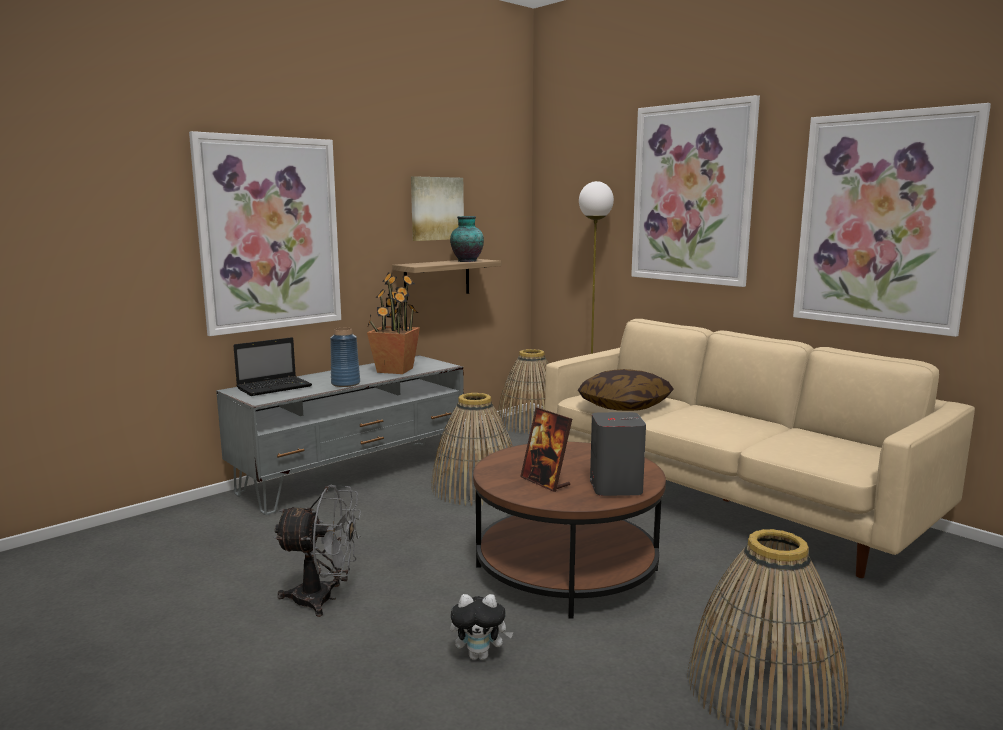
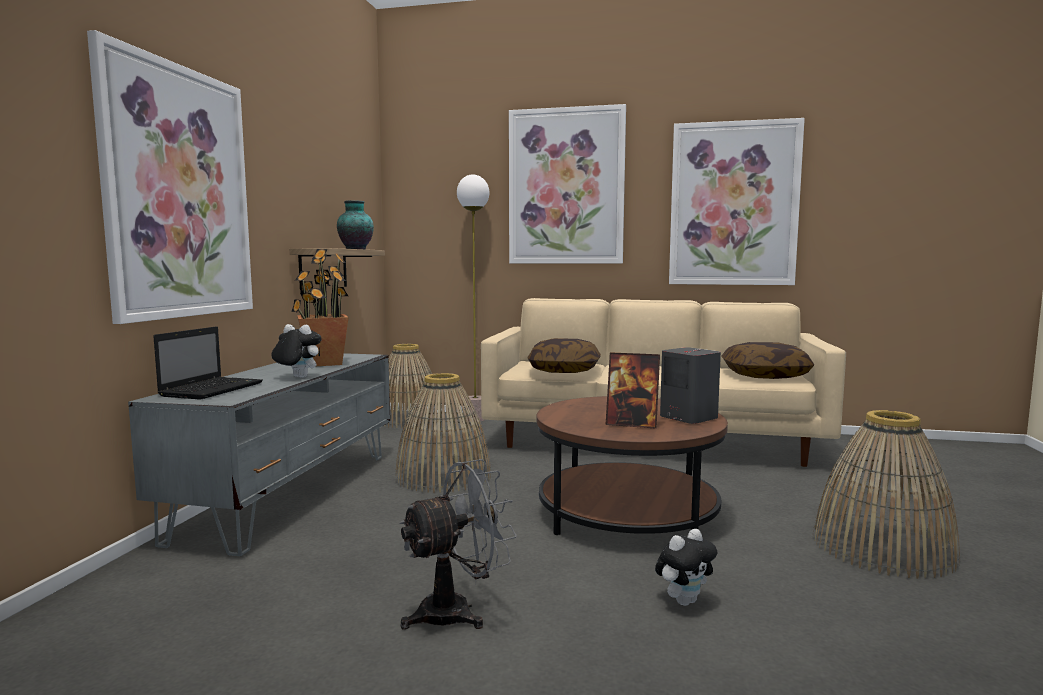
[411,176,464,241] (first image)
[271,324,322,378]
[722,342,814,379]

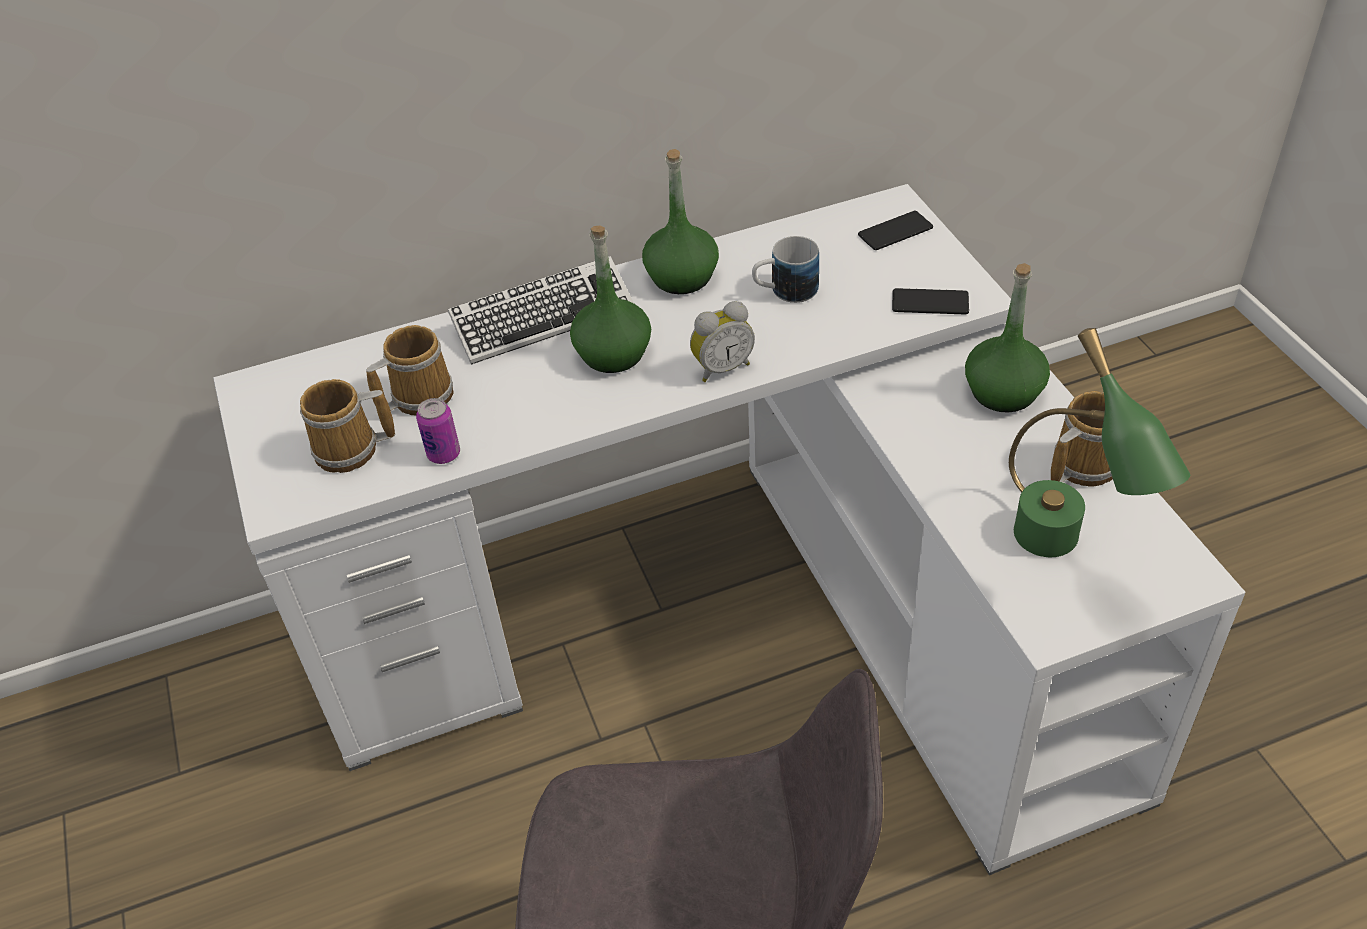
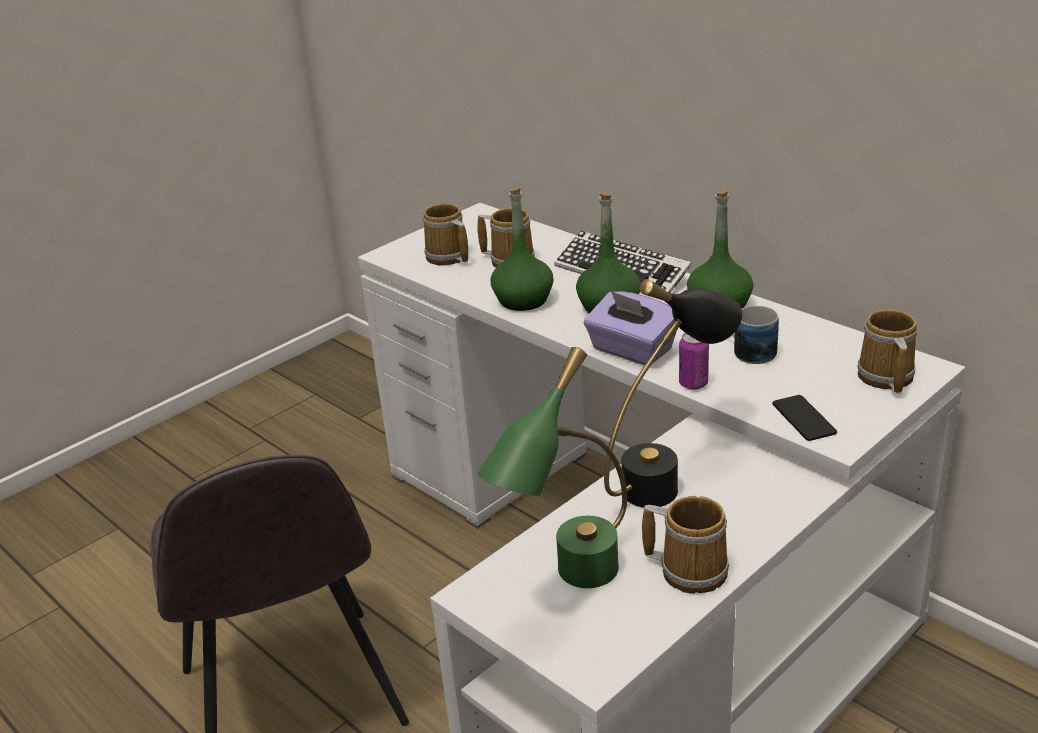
[857,310,917,393]
[491,187,554,311]
[584,291,676,365]
[679,333,709,390]
[604,279,742,508]

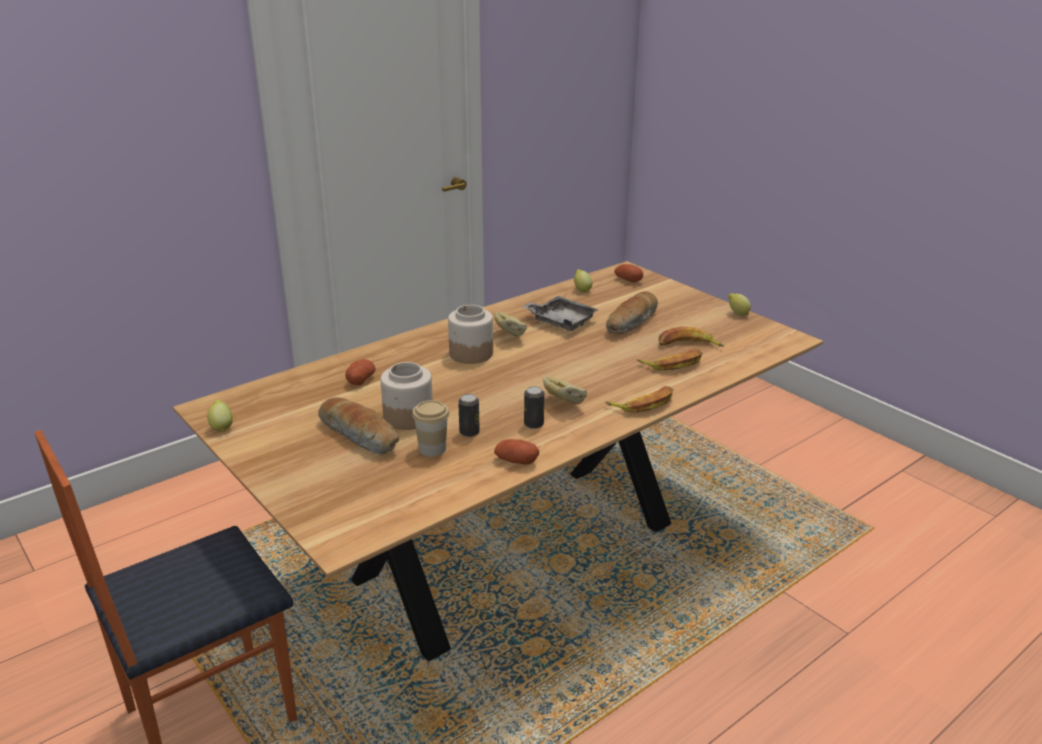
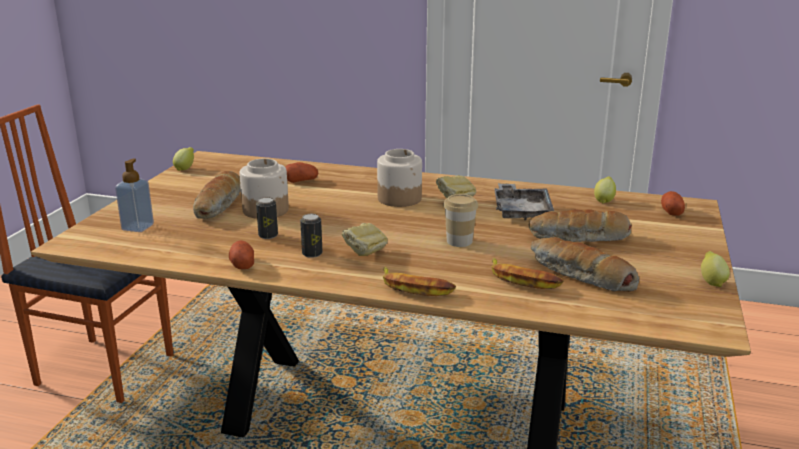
[531,237,639,292]
[443,194,478,247]
[115,159,154,232]

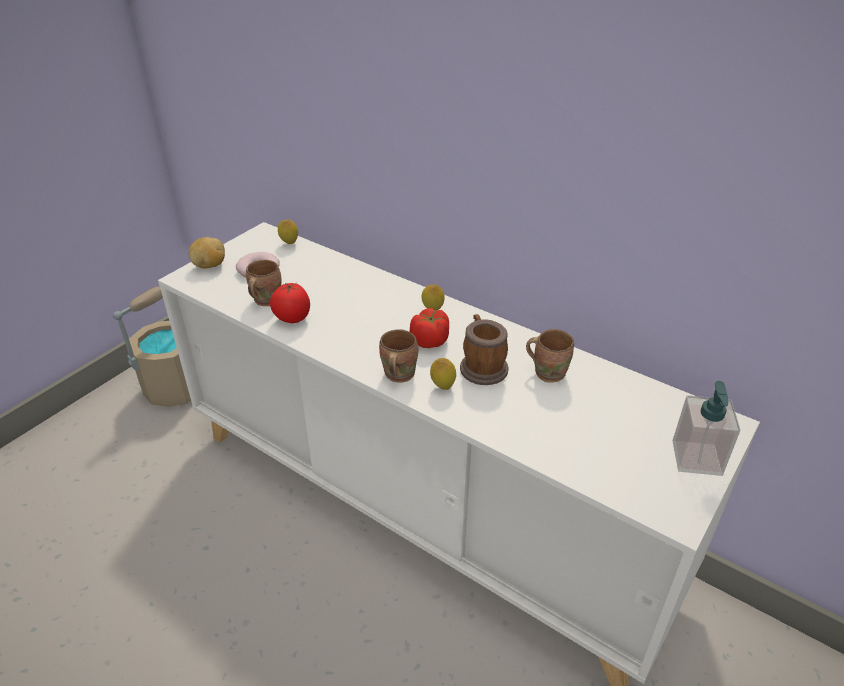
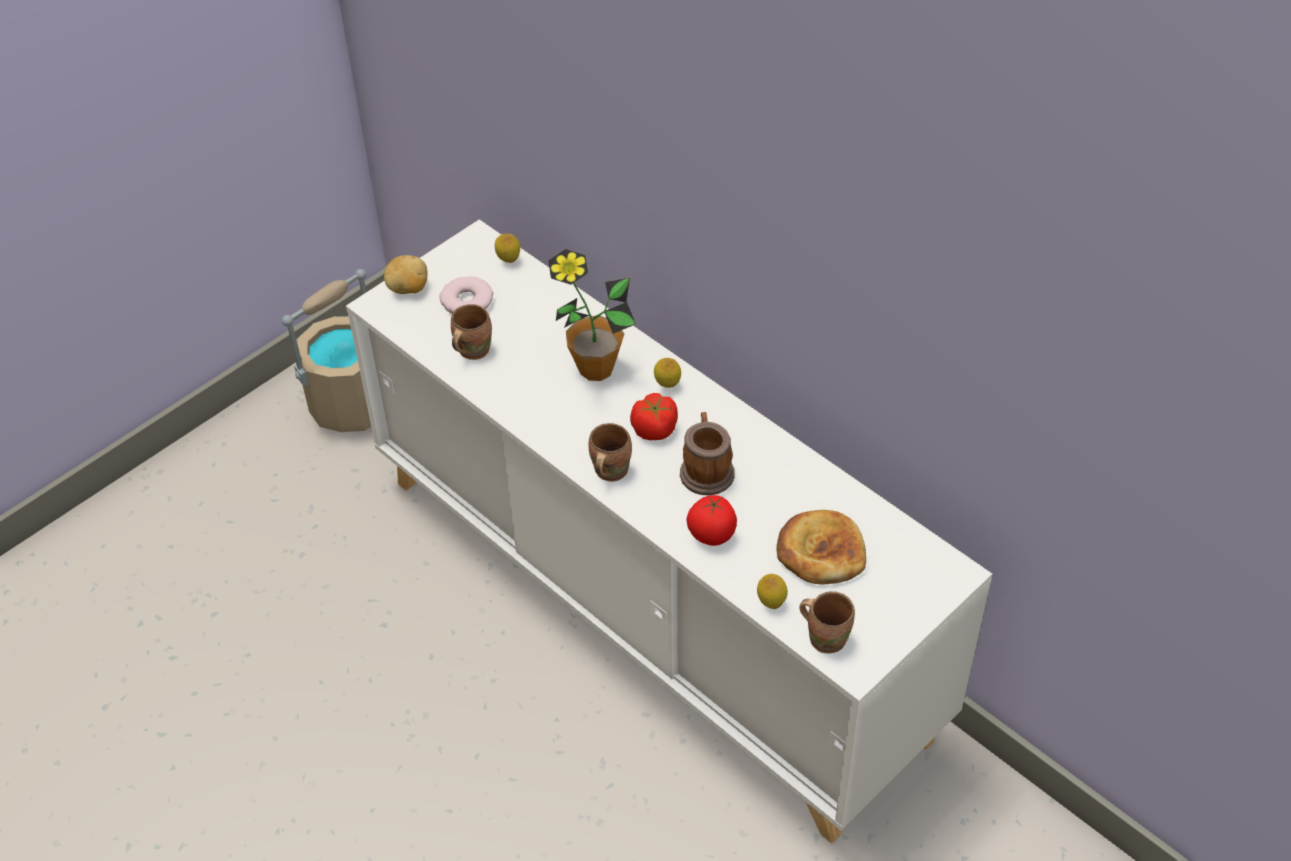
[686,495,737,546]
[799,591,855,653]
[757,574,788,609]
[672,381,740,476] (first image)
[548,249,636,381]
[777,510,866,584]

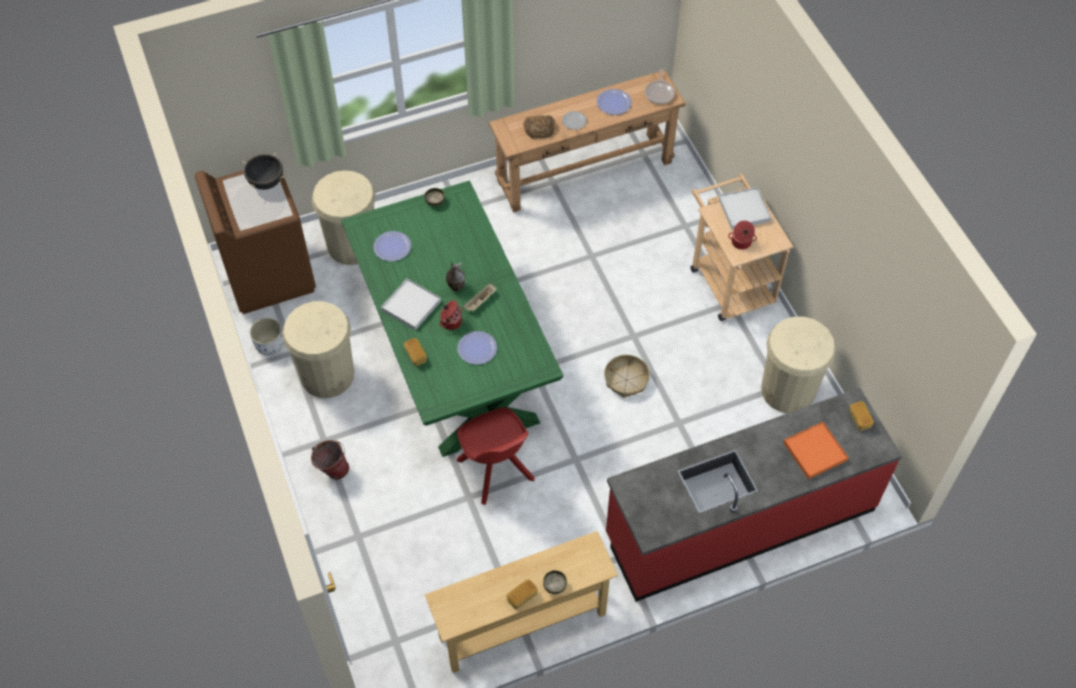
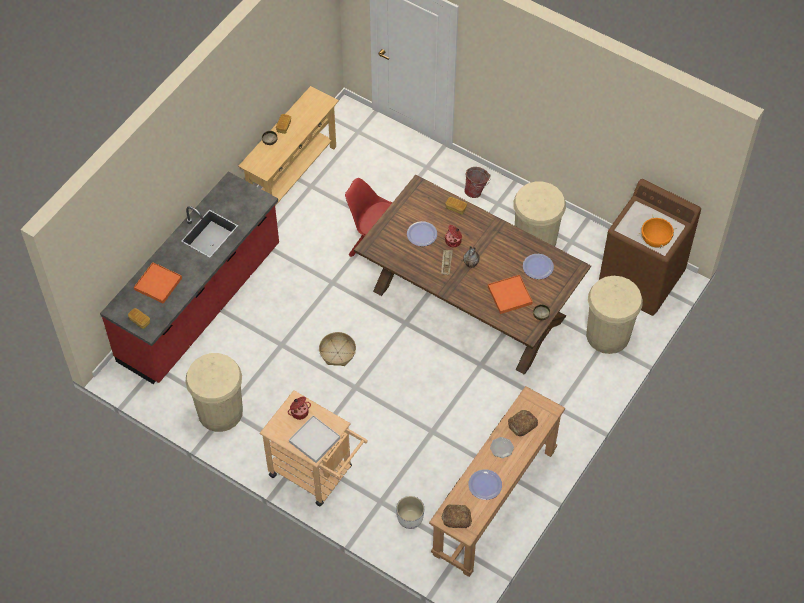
[442,504,472,528]
[638,215,677,248]
[354,175,591,375]
[381,278,441,331] (first image)
[396,496,424,529]
[488,275,533,314]

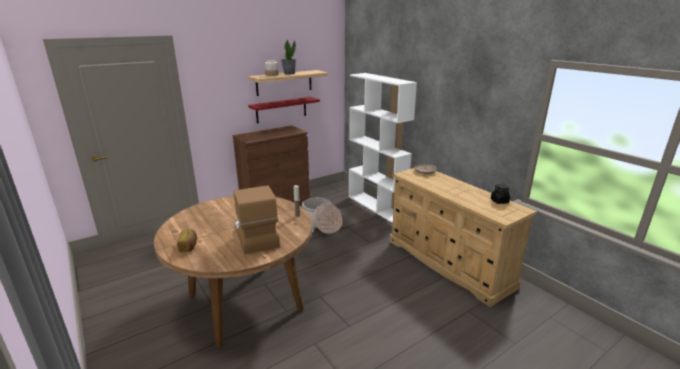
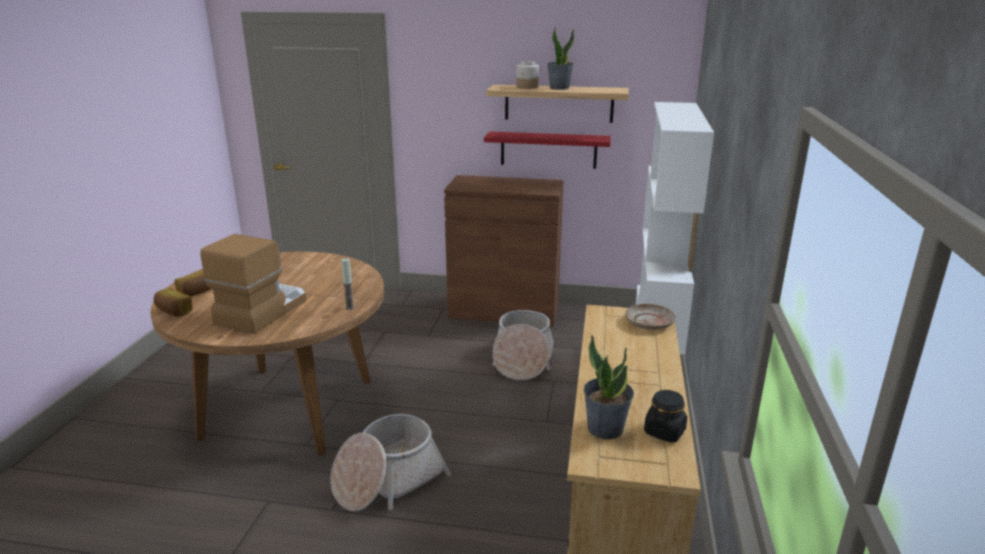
[154,288,193,317]
[583,334,634,439]
[330,414,451,512]

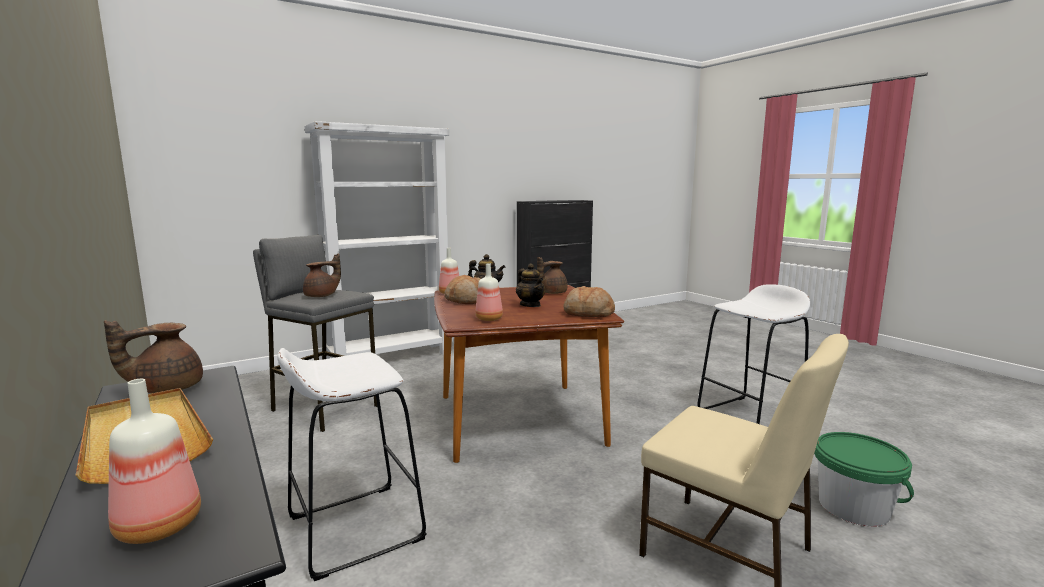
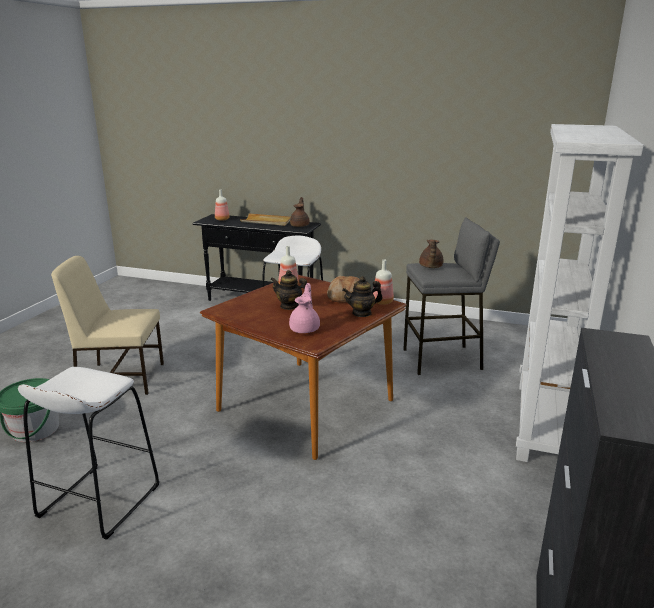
[289,283,320,333]
[563,286,615,317] (first image)

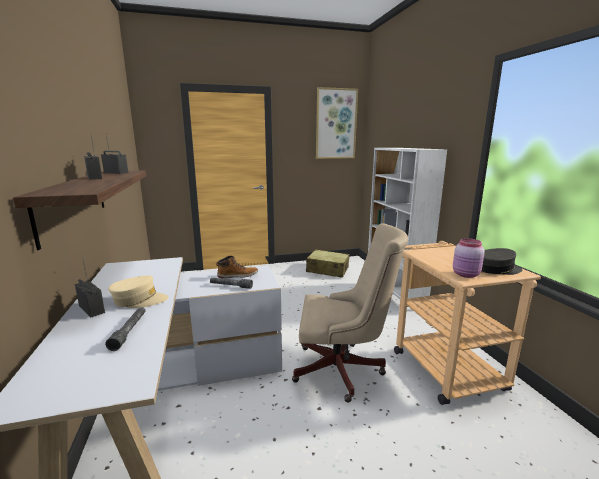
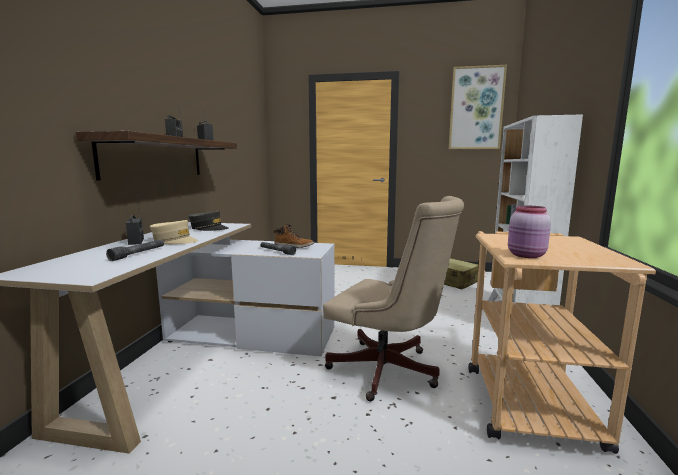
[188,211,229,231]

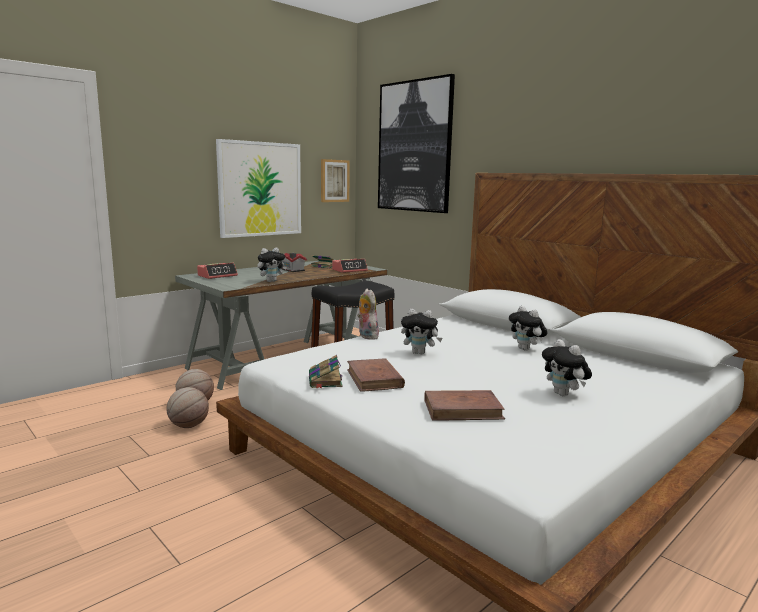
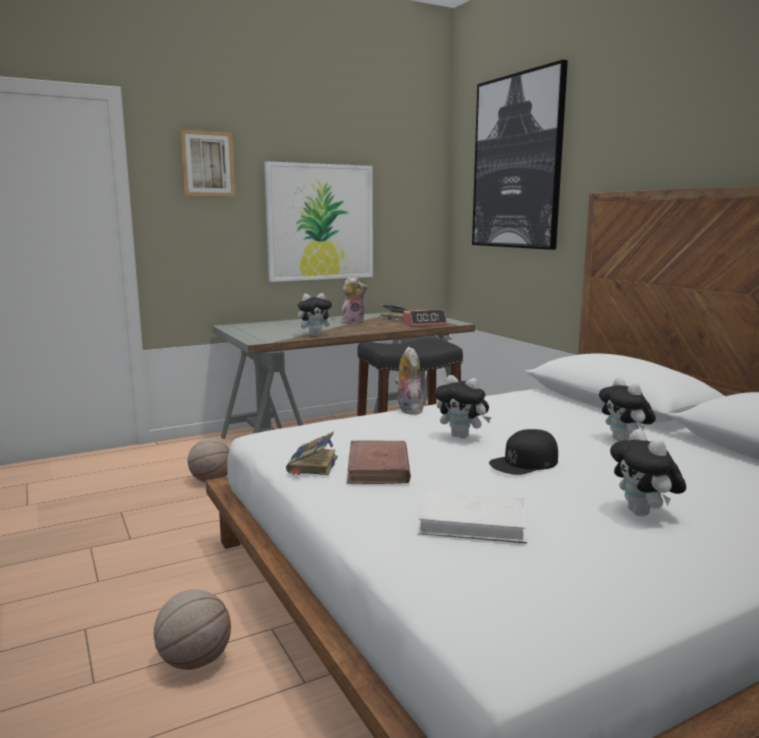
[180,130,235,197]
[342,277,368,324]
[197,263,238,279] (first image)
[154,589,231,670]
[418,490,527,543]
[489,429,558,475]

